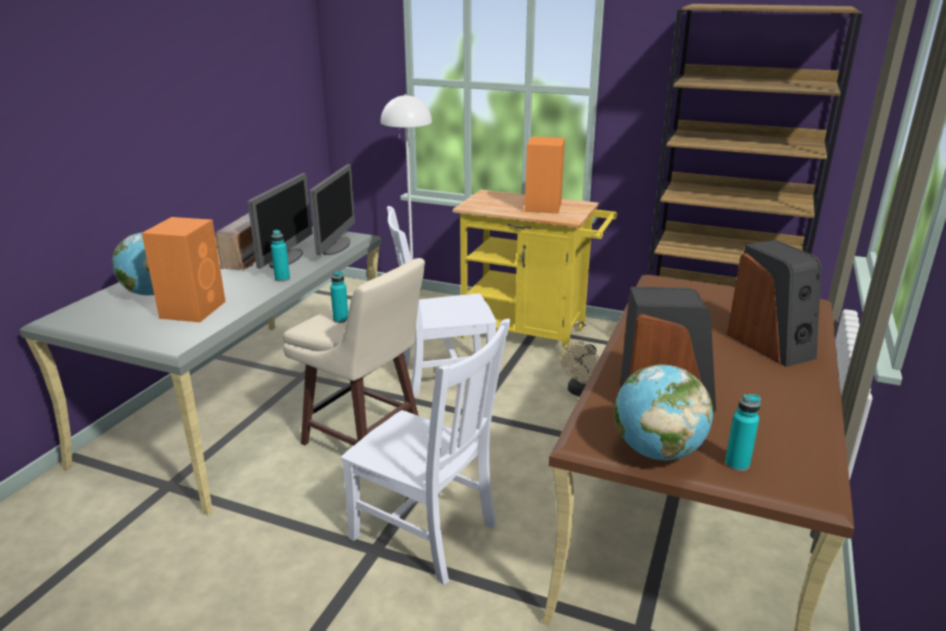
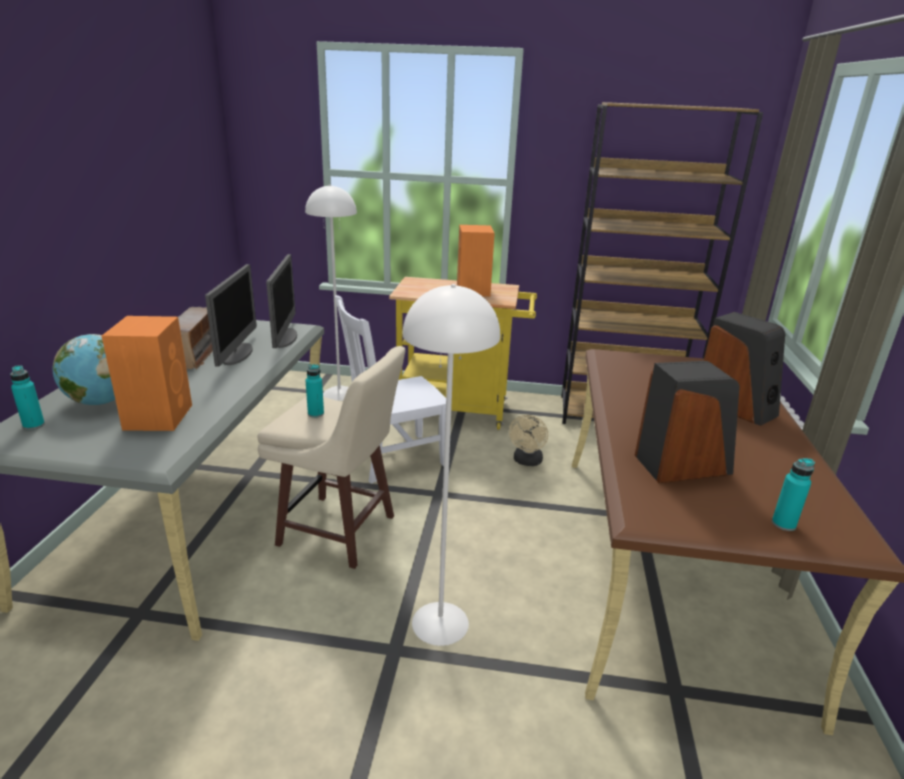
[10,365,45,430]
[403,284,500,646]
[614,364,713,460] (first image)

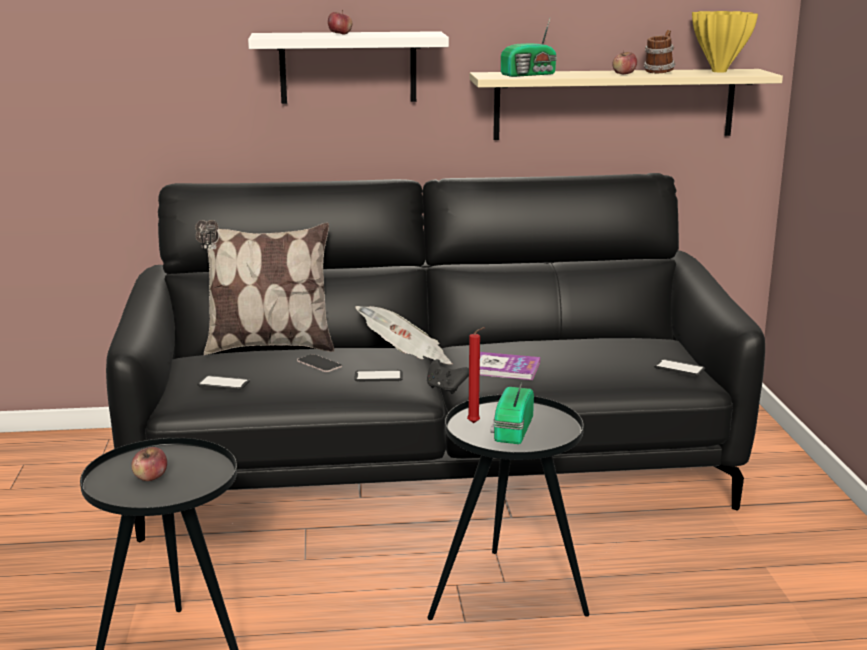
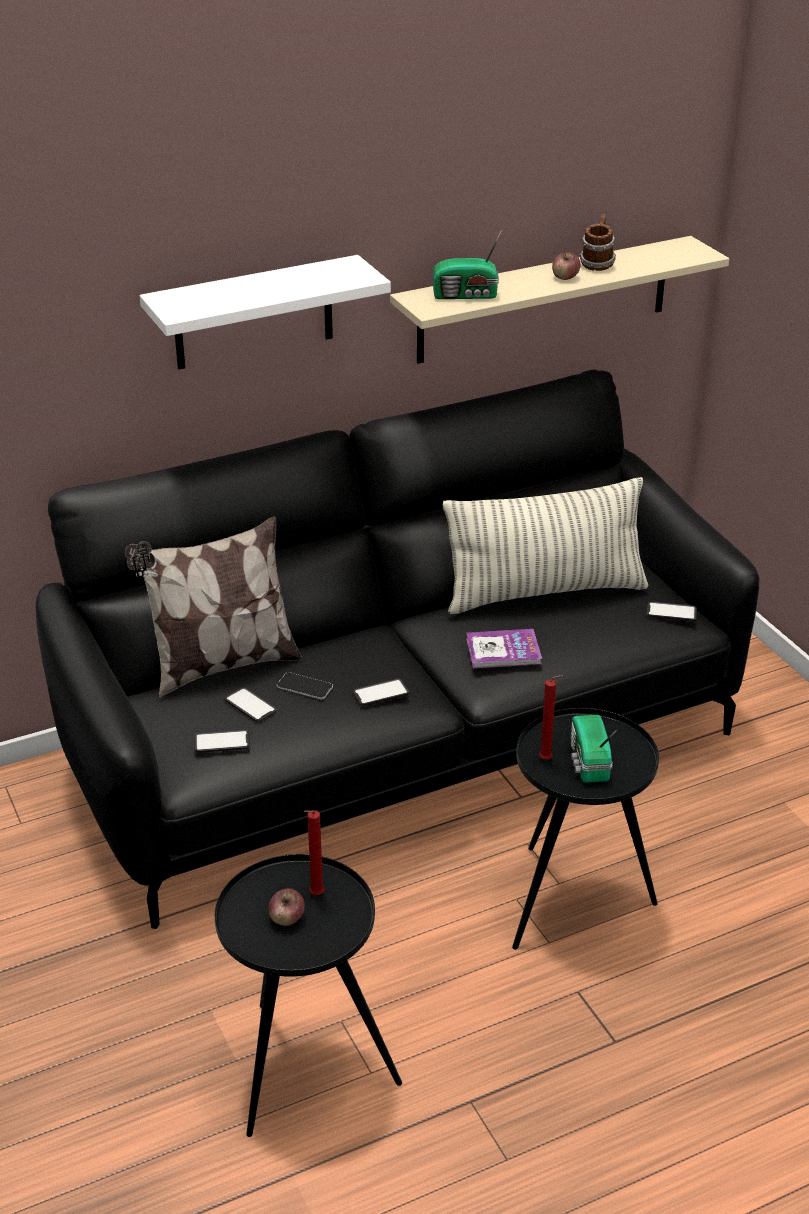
[328,10,352,34] (first image)
[692,11,758,72] (first image)
[433,230,502,299]
[355,306,452,365] (first image)
[427,359,469,394] (first image)
[443,477,648,614]
[224,687,277,722]
[304,810,324,895]

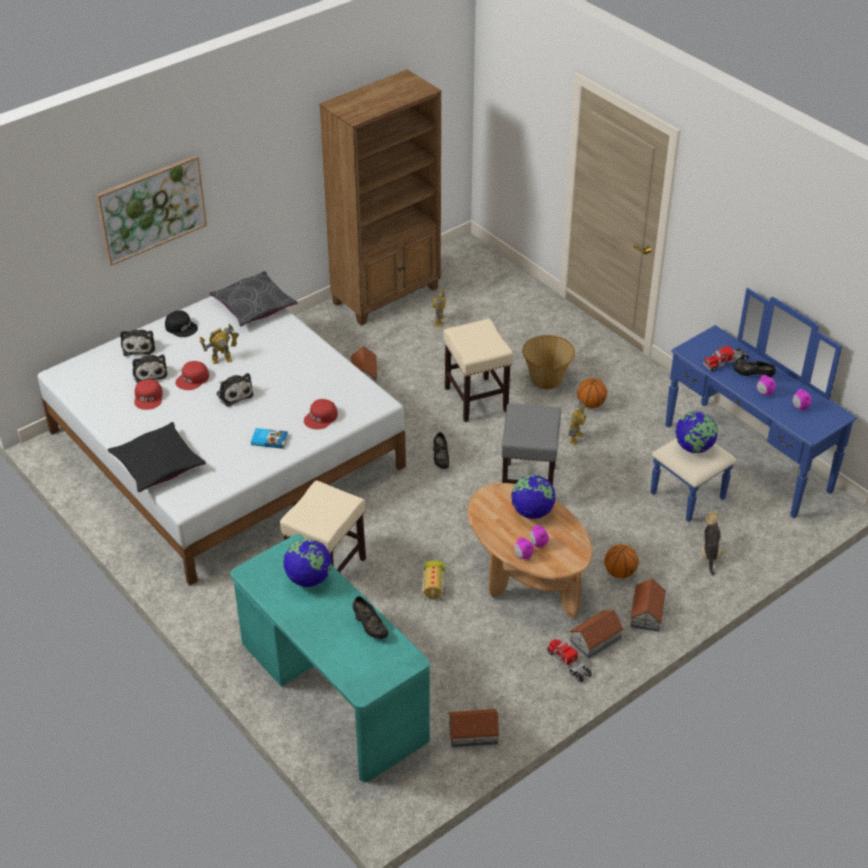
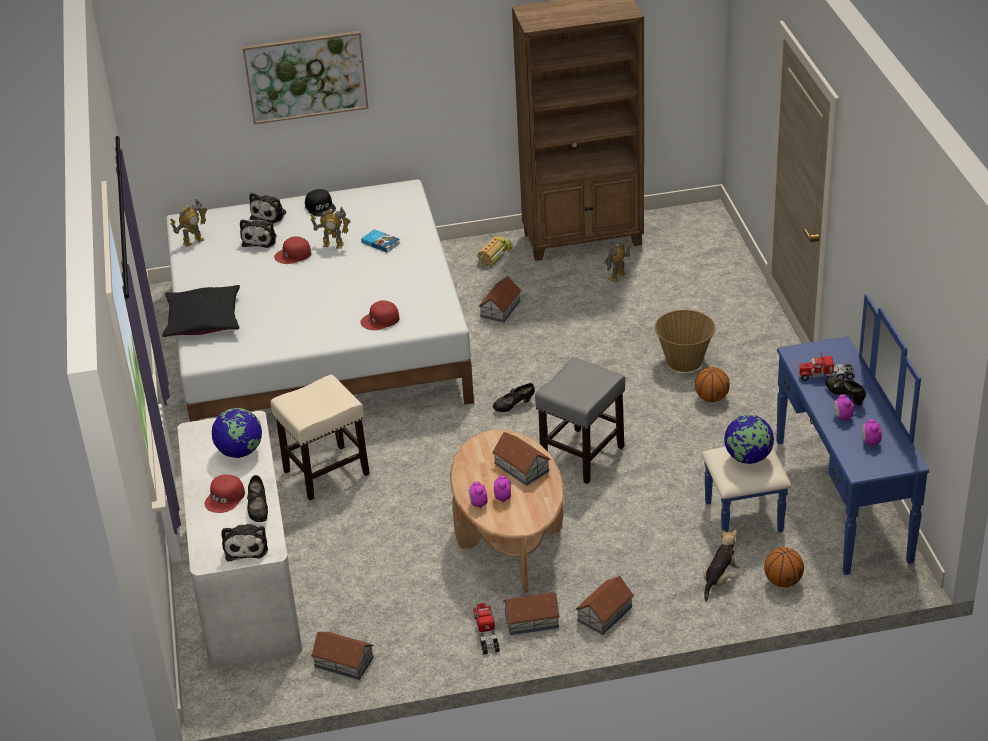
[209,271,298,326] (first image)
[443,319,513,422] (first image)
[221,524,268,561]
[205,475,245,513]
[170,199,207,247]
[361,229,400,252]
[493,383,535,412]
[492,432,551,486]
[177,411,302,669]
[764,547,804,587]
[476,235,512,268]

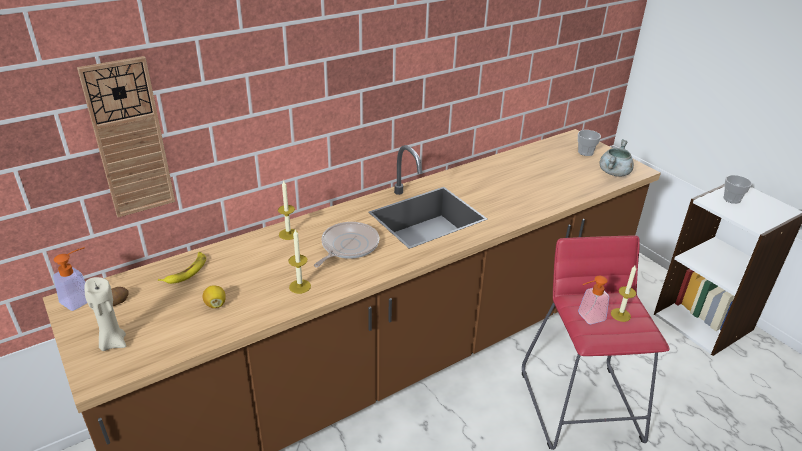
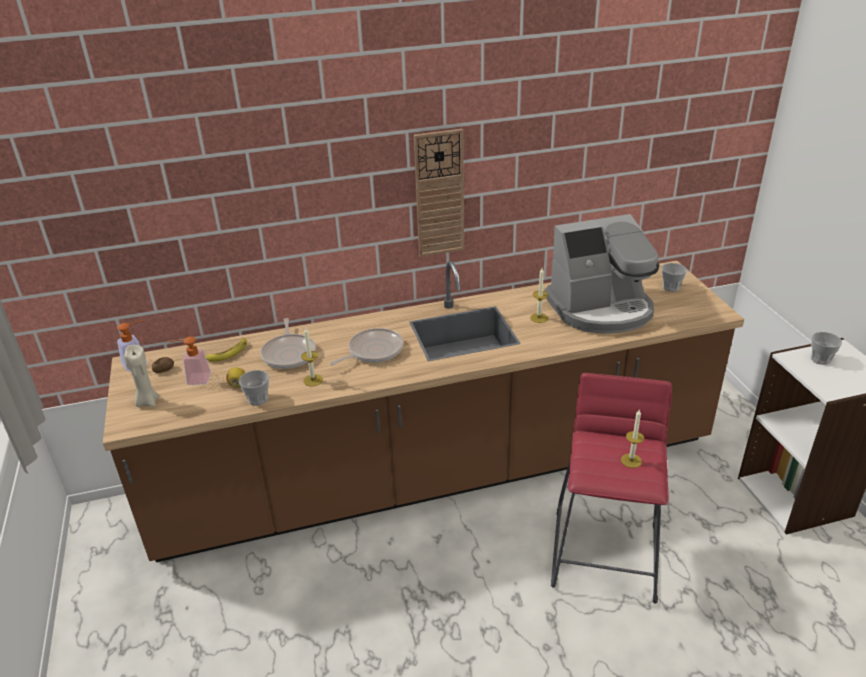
[414,129,464,257]
[600,139,634,177] (first image)
[530,268,548,323]
[169,337,211,385]
[544,214,659,333]
[260,318,316,369]
[239,370,269,406]

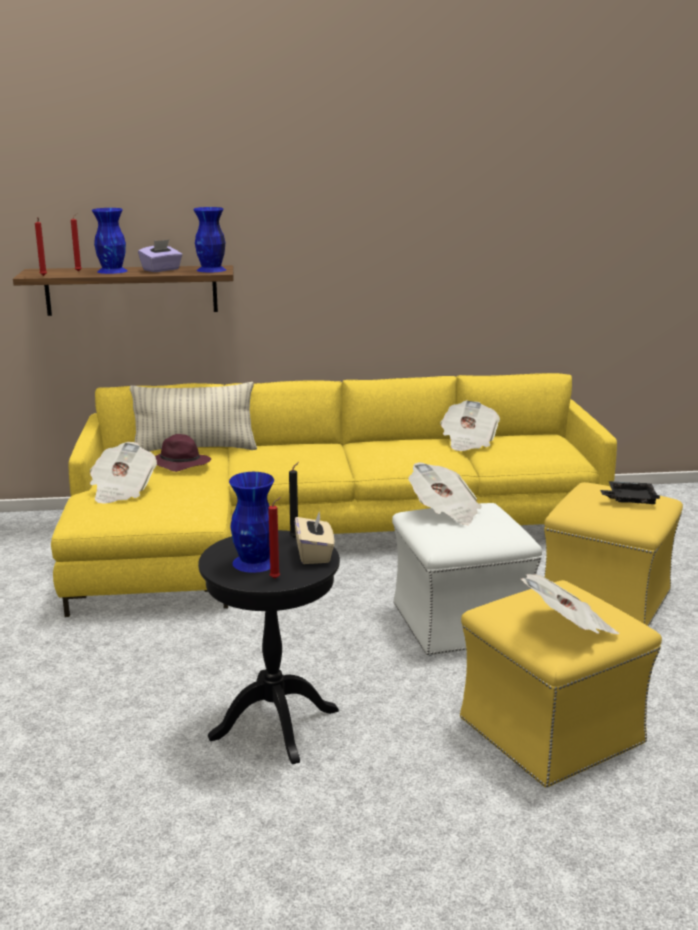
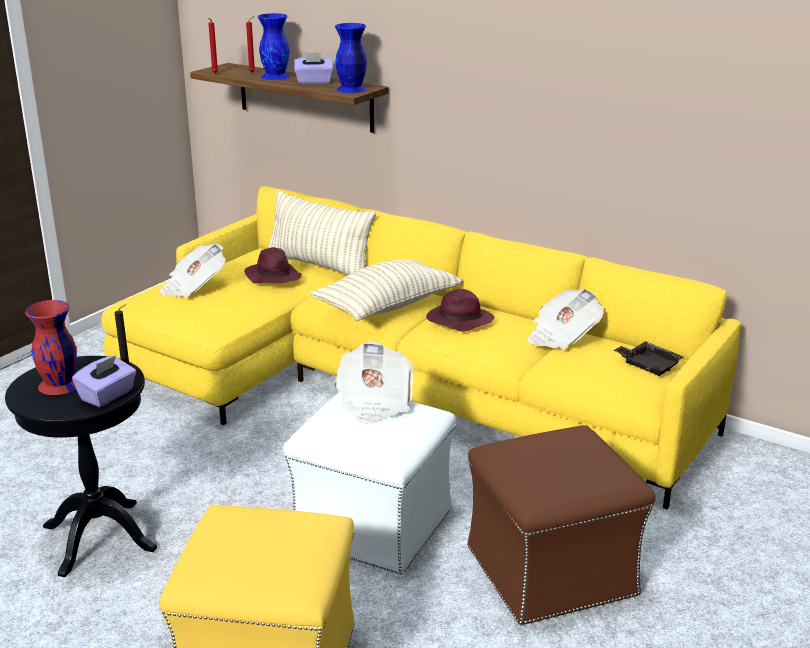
[25,300,77,395]
[613,341,684,376]
[467,425,656,625]
[268,497,281,579] (first image)
[72,355,136,407]
[521,574,619,634] (first image)
[311,259,463,321]
[426,289,494,332]

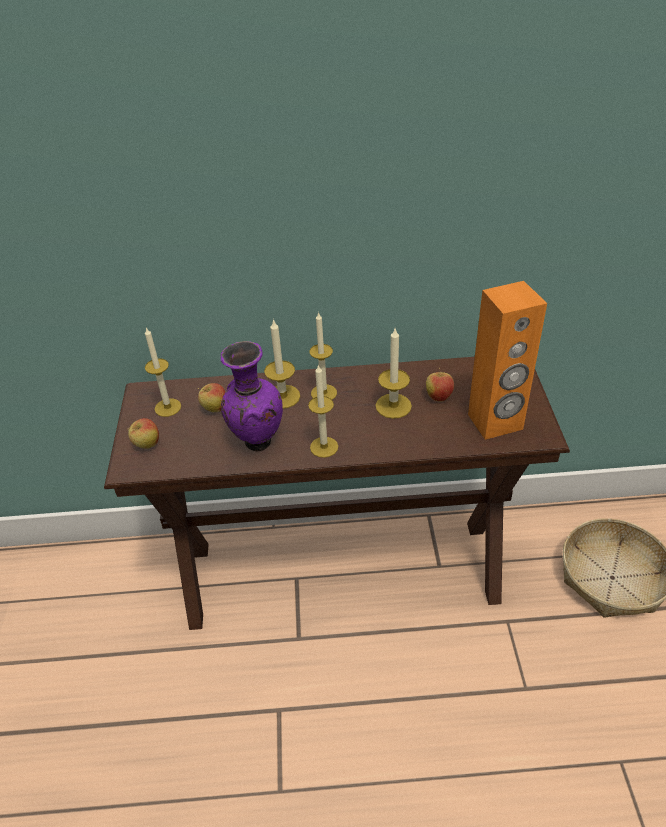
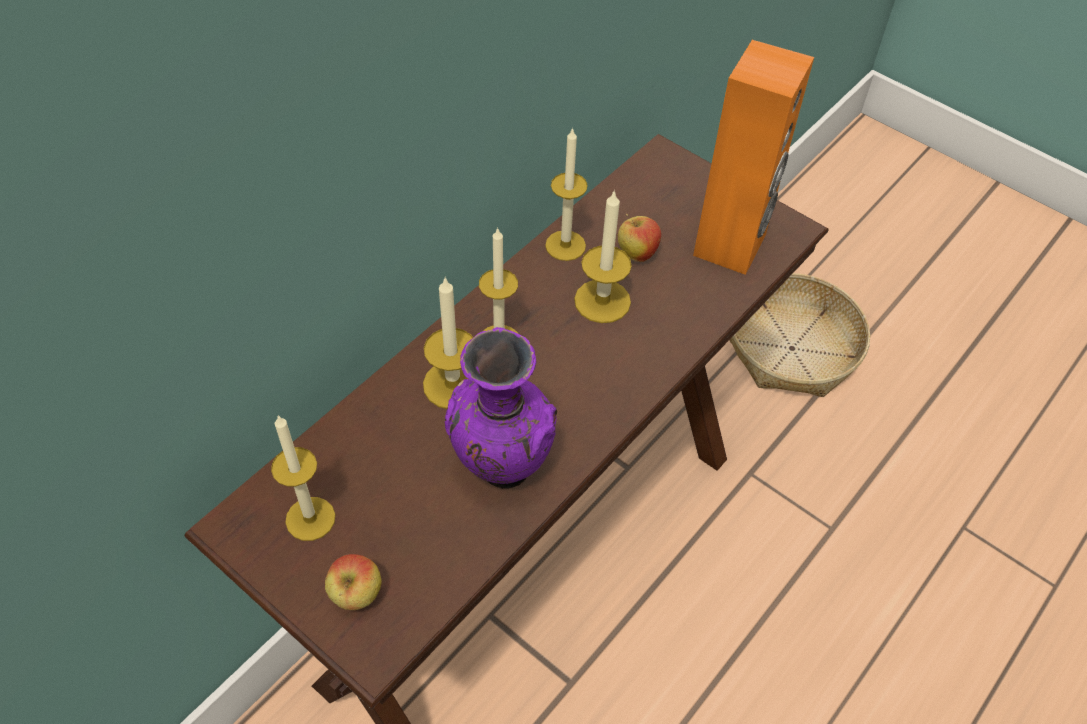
[545,127,588,261]
[198,383,225,412] (first image)

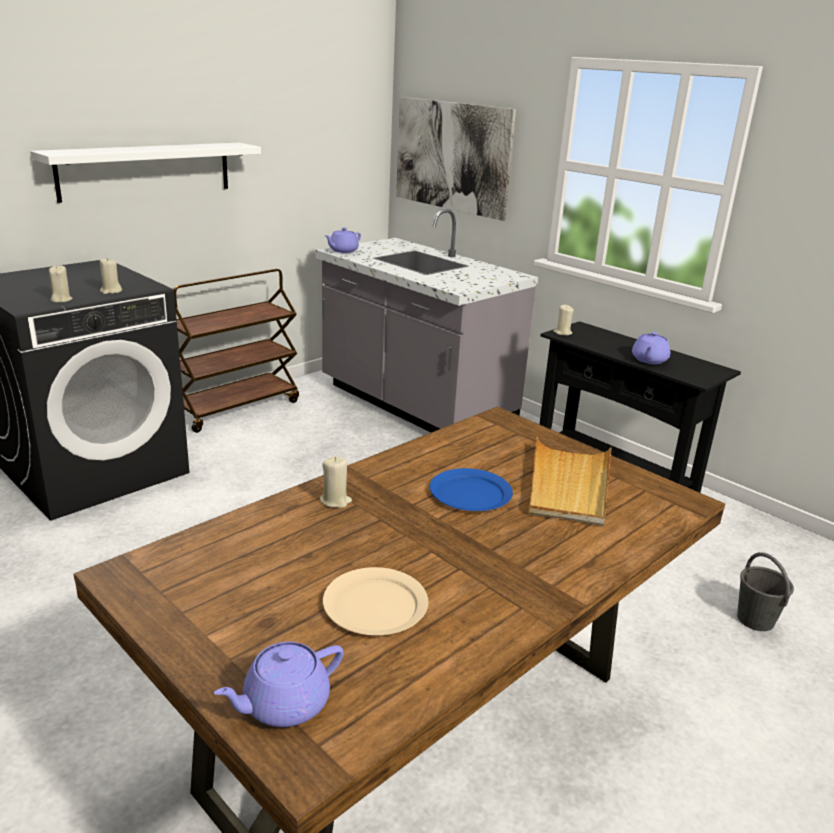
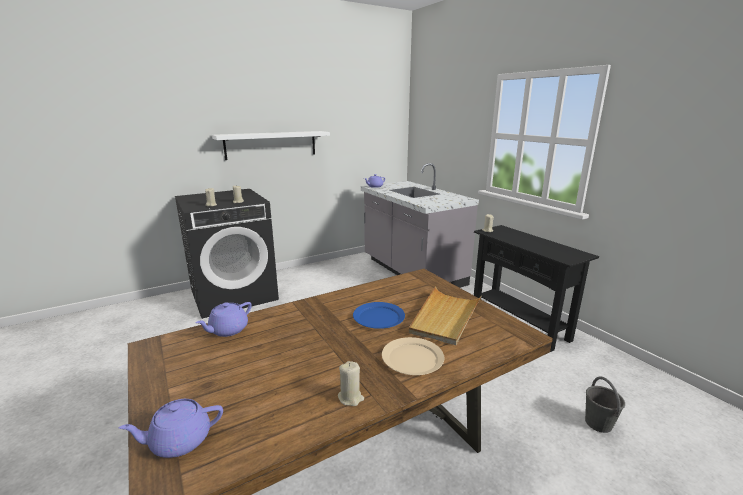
[396,97,516,221] (first image)
[173,269,299,433] (first image)
[195,302,252,337]
[338,361,364,406]
[382,337,444,375]

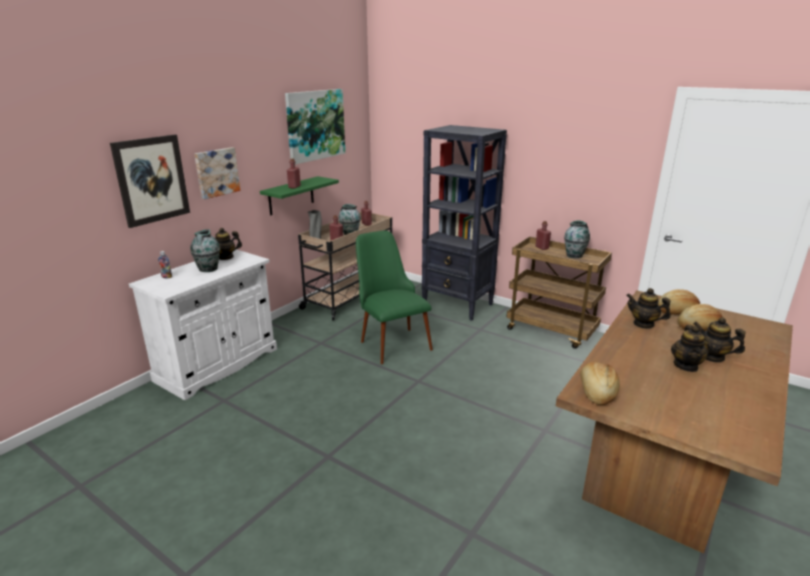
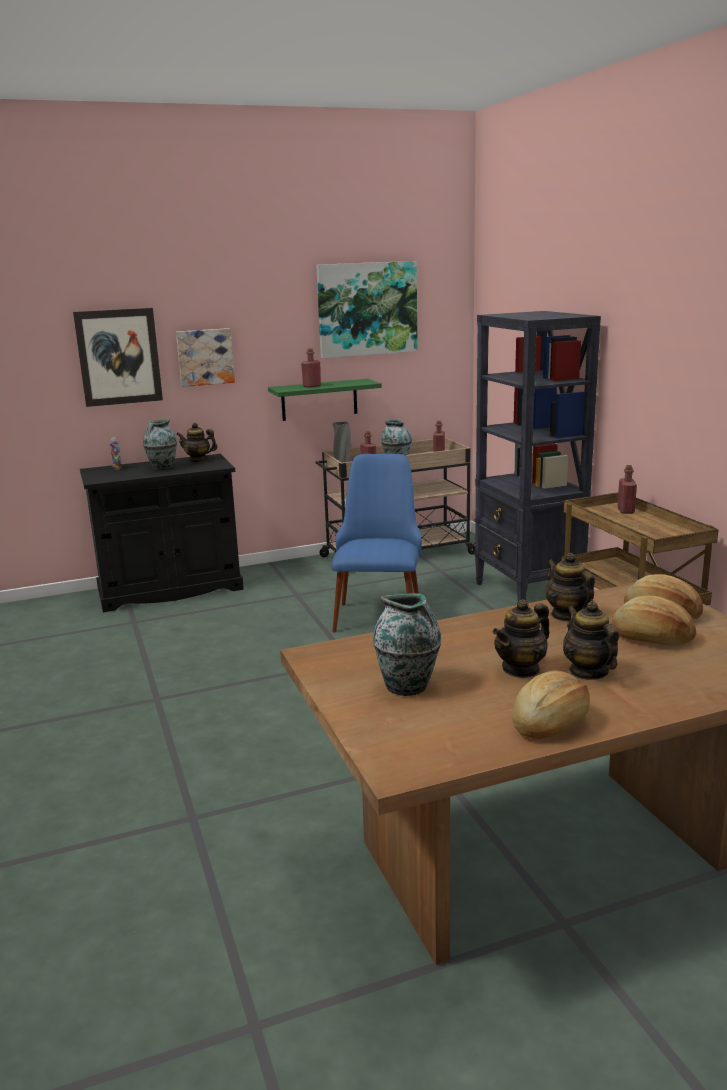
[373,593,441,696]
[331,454,422,633]
[80,454,244,612]
[512,670,590,739]

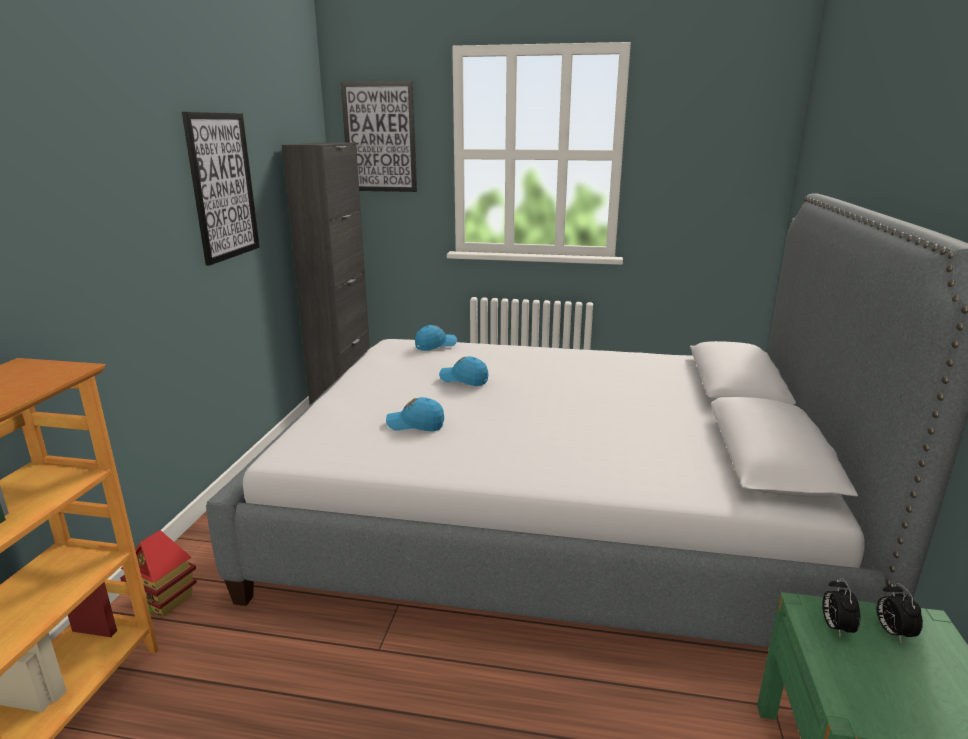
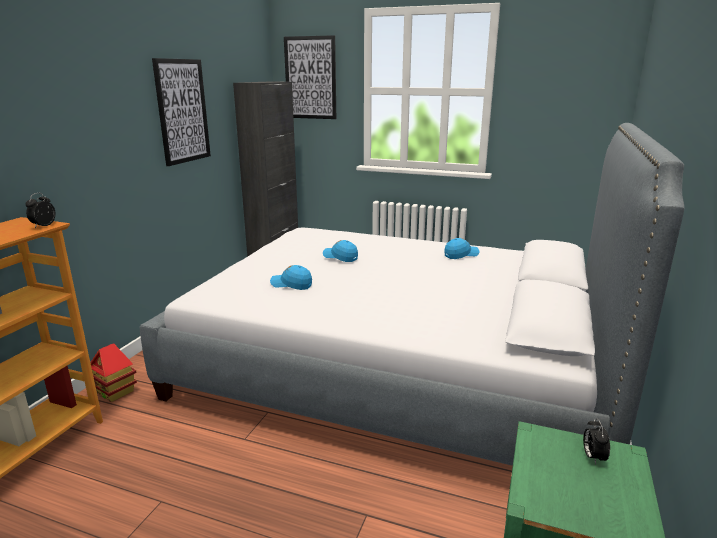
[444,238,480,259]
[25,193,56,228]

